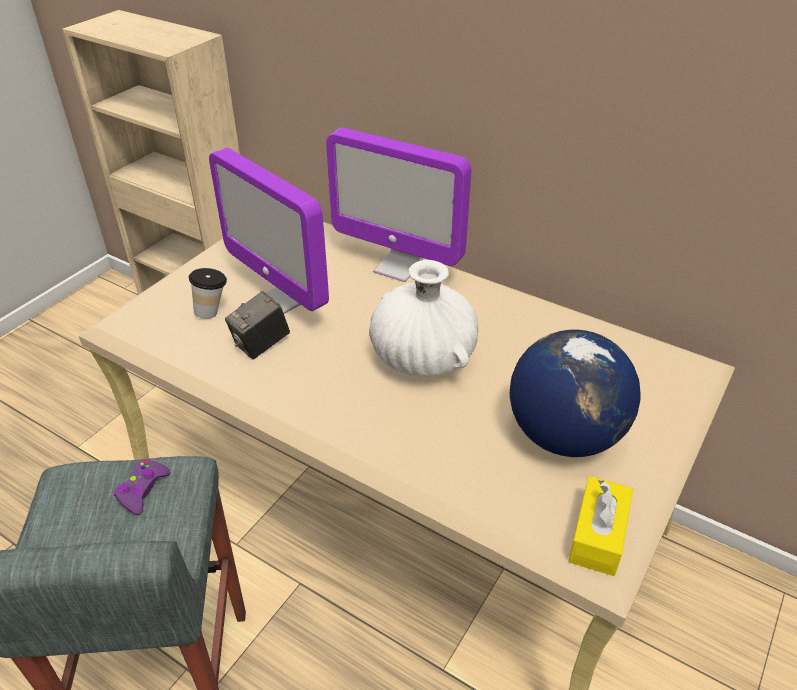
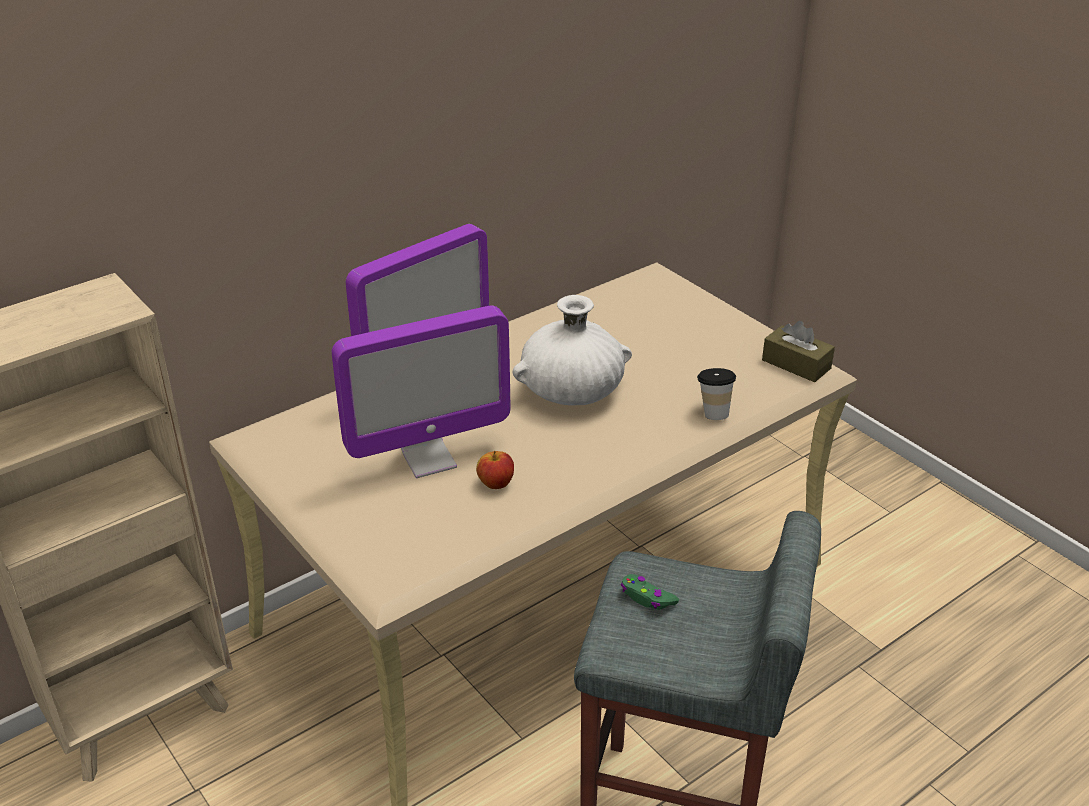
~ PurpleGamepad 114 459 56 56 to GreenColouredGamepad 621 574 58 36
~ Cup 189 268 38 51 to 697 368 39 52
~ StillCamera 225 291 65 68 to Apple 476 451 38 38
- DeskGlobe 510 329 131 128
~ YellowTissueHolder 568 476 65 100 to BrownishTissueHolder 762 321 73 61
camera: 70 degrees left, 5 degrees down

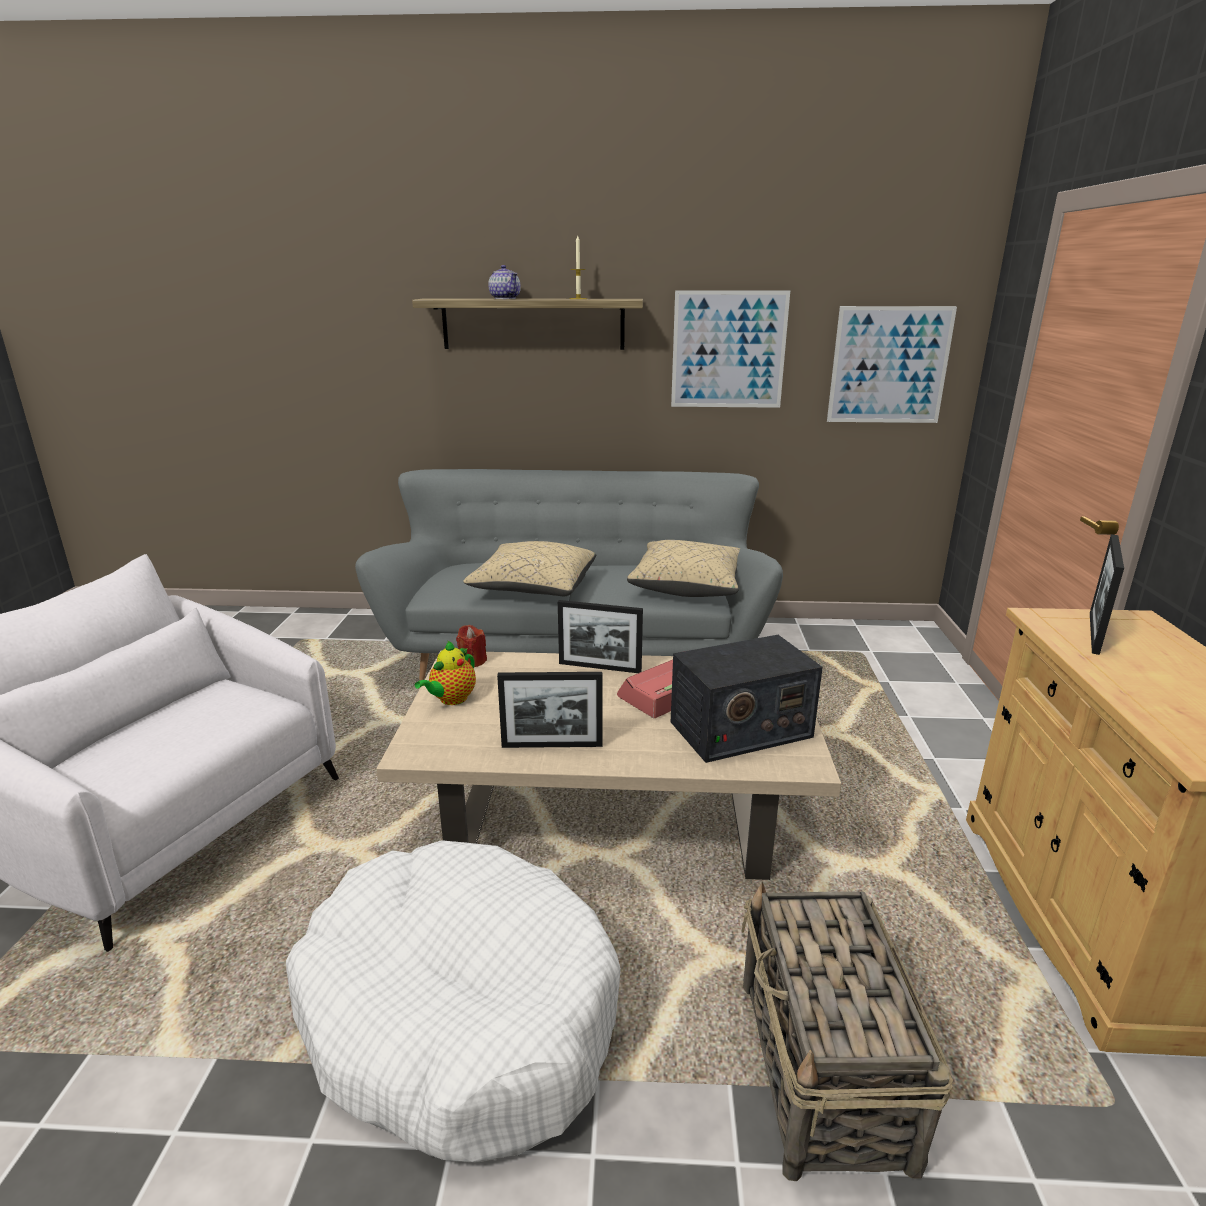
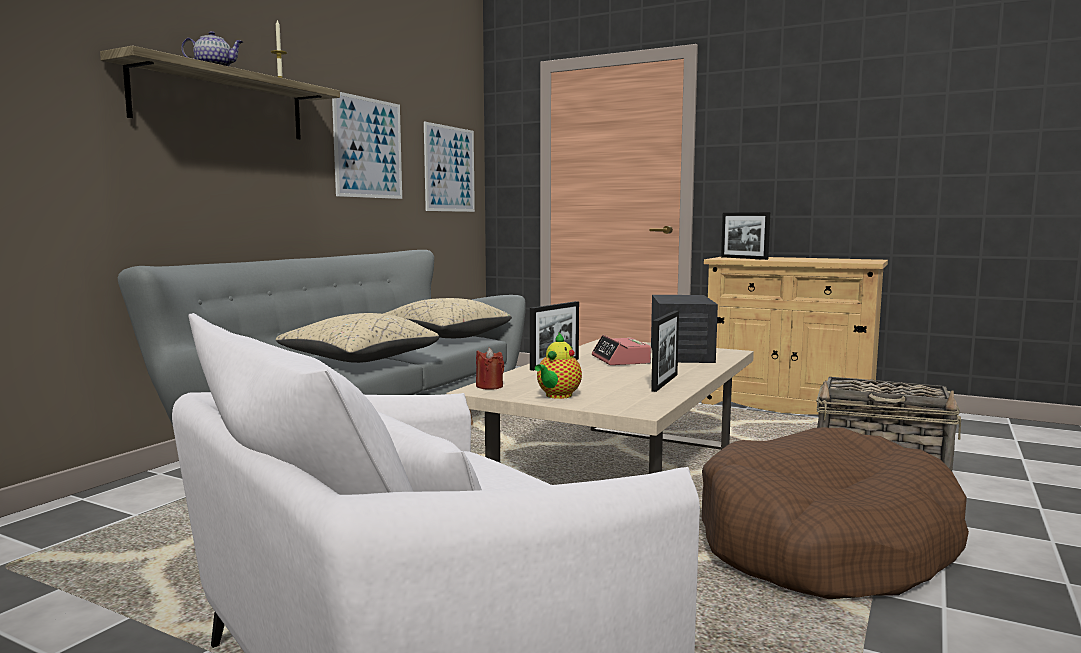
~ WhitishPetBed 286 840 335 323 to BrownishPetBed 702 427 267 172
~ TeaPot 415 641 61 64 = 535 332 47 67 60 degrees clockwise
camera: 65 degrees left, 15 degrees down

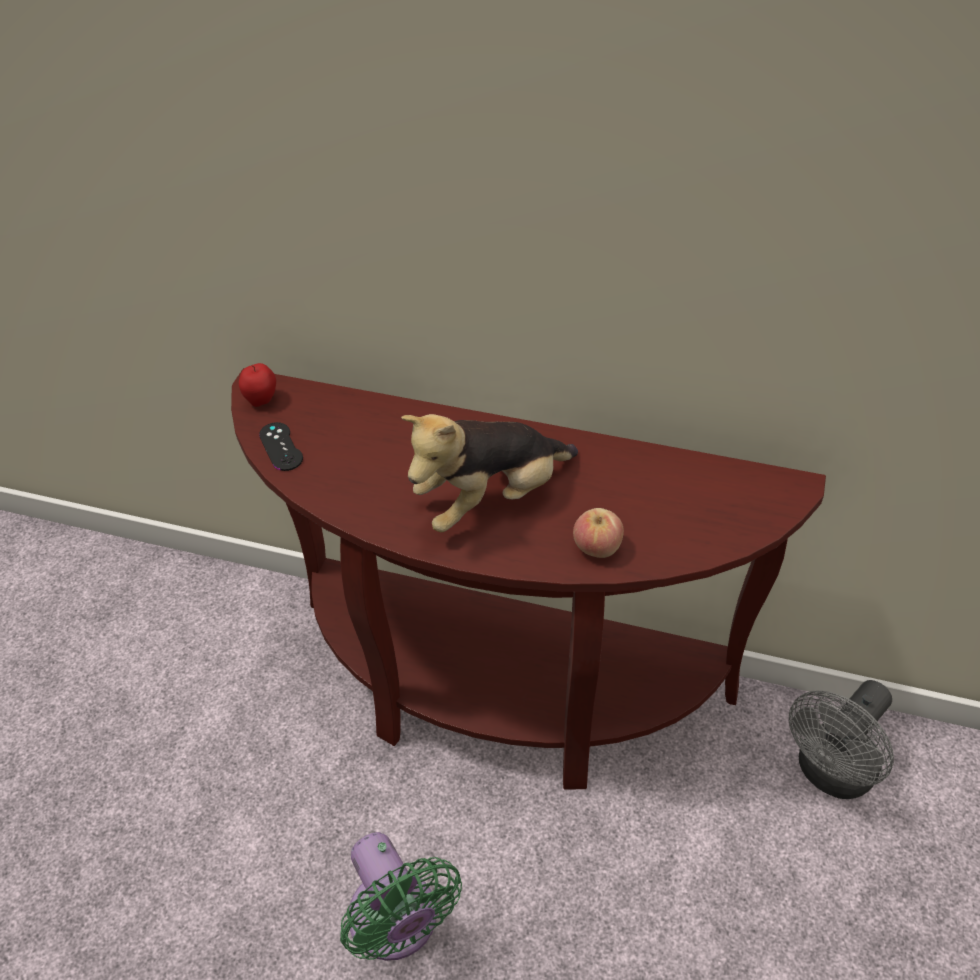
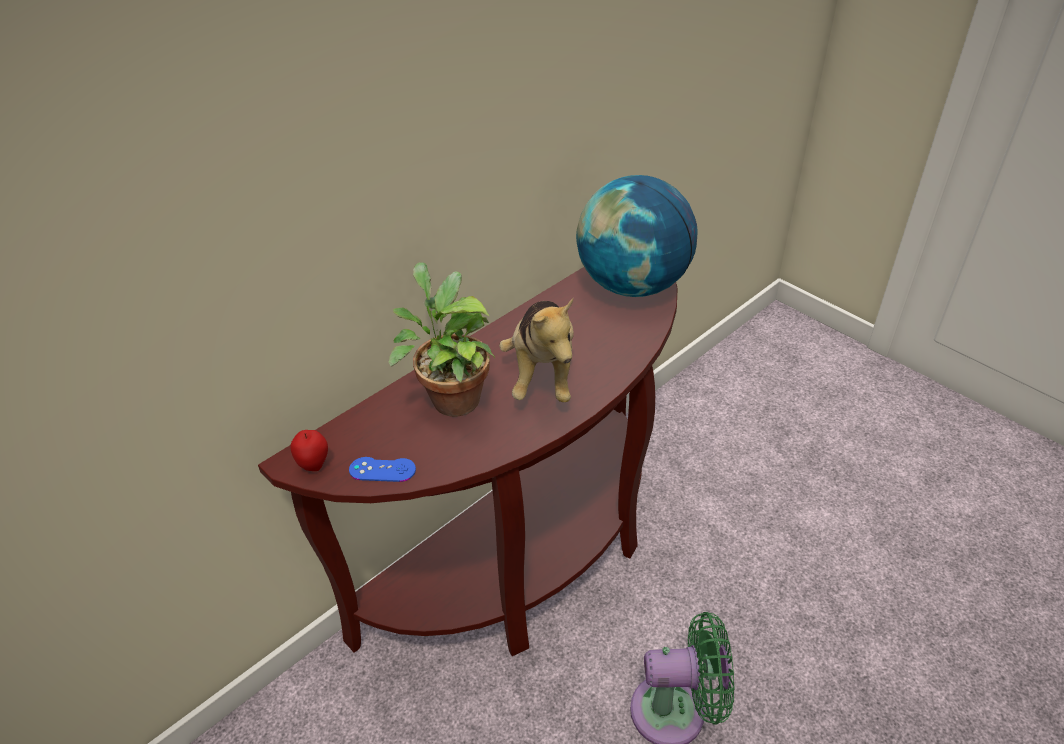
~ BlackColouredGamepad 259 422 44 49 to BluishGamepad 349 457 67 25
- Apple 573 508 51 50
- GreyishFan 789 680 105 119
+ Houseplant 388 262 107 155
+ DeskGlobe 576 175 122 122
camera: 60 degrees left, 5 degrees down

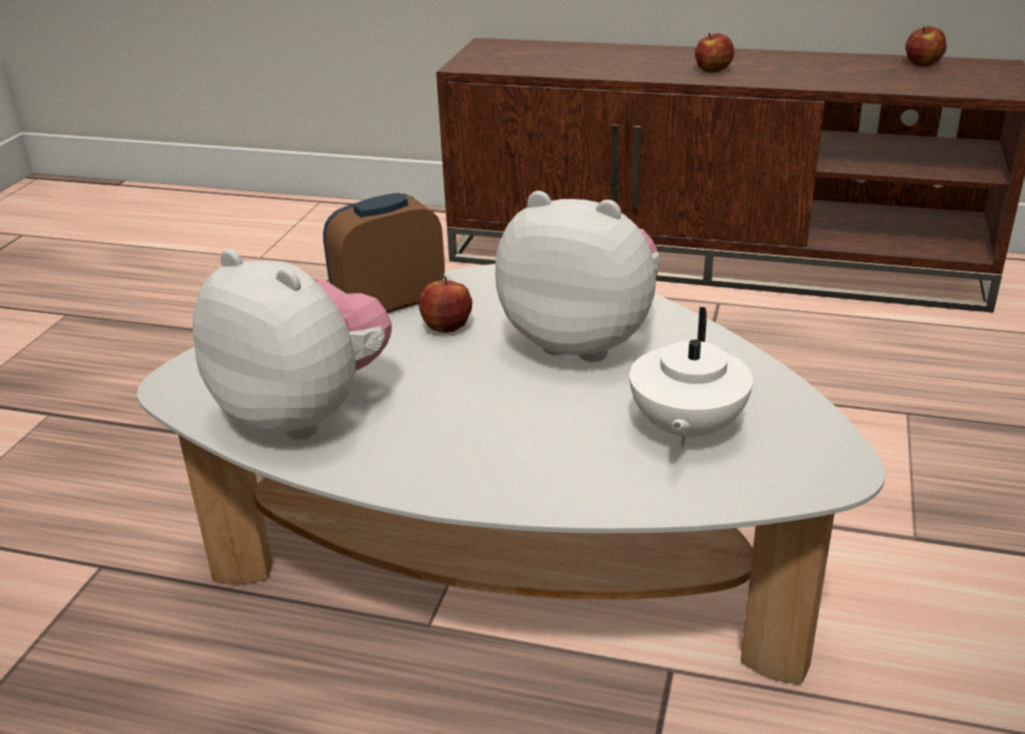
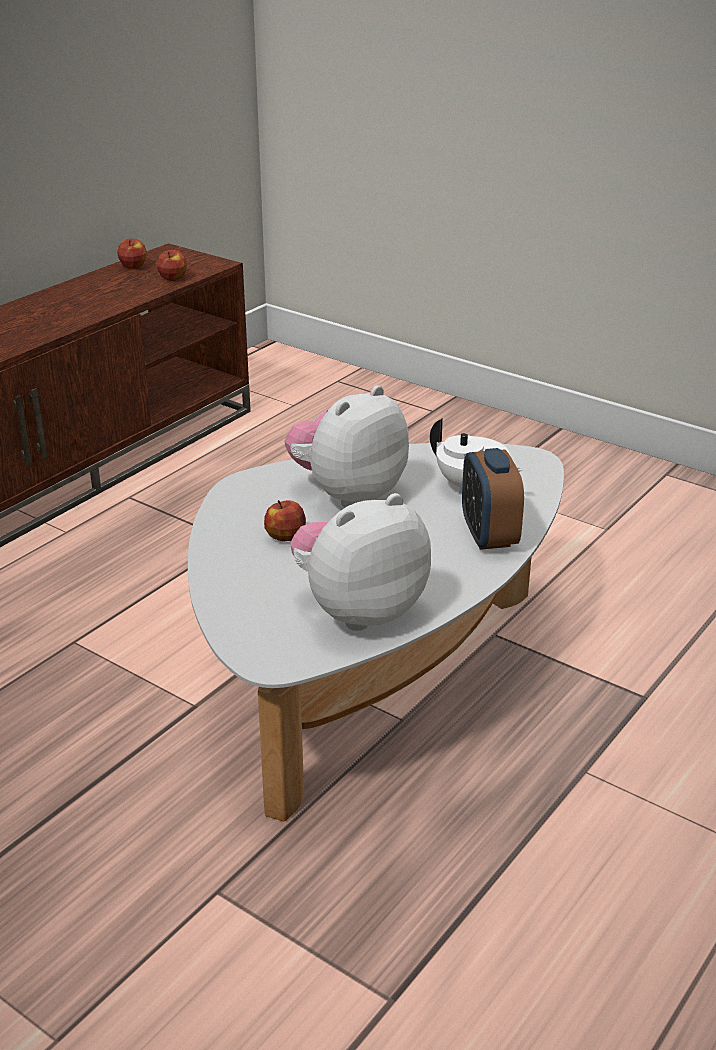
~ BedsideClock 323 193 122 120 to 462 448 62 102
~ Apple 695 33 40 39 to 157 250 30 31
camera: 70 degrees left, 0 degrees up

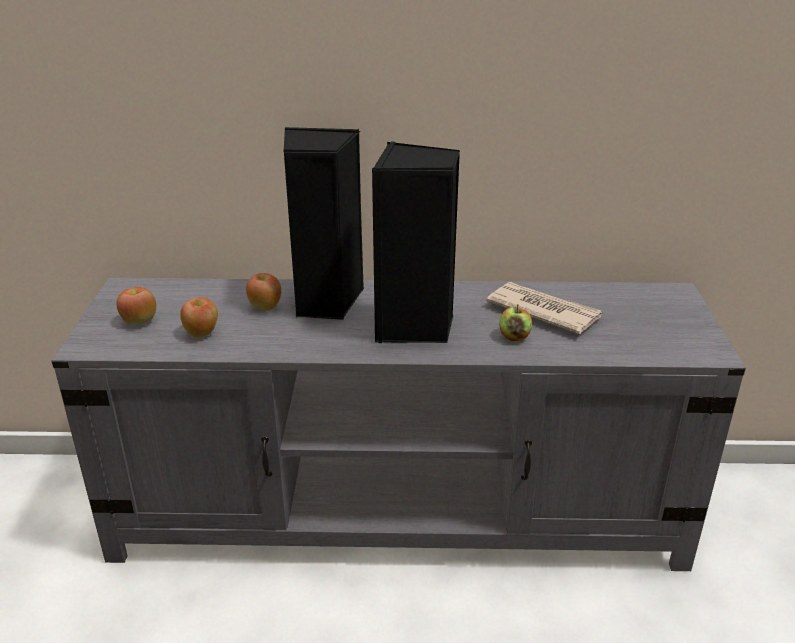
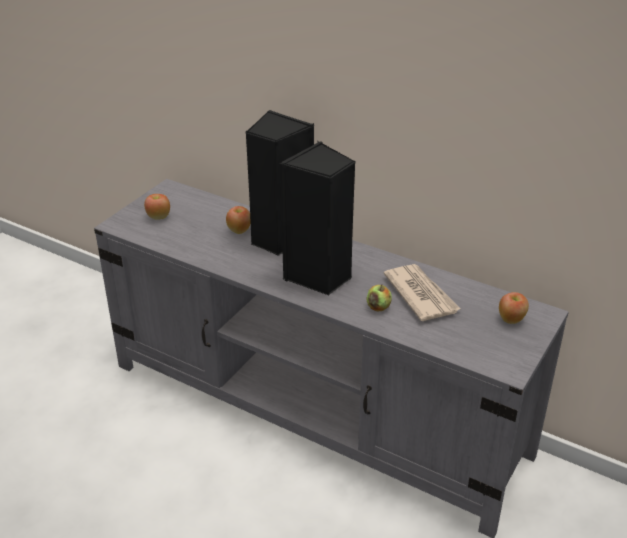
~ Apple 180 297 38 41 to 499 292 30 32
camera: 30 degrees right, 5 degrees up

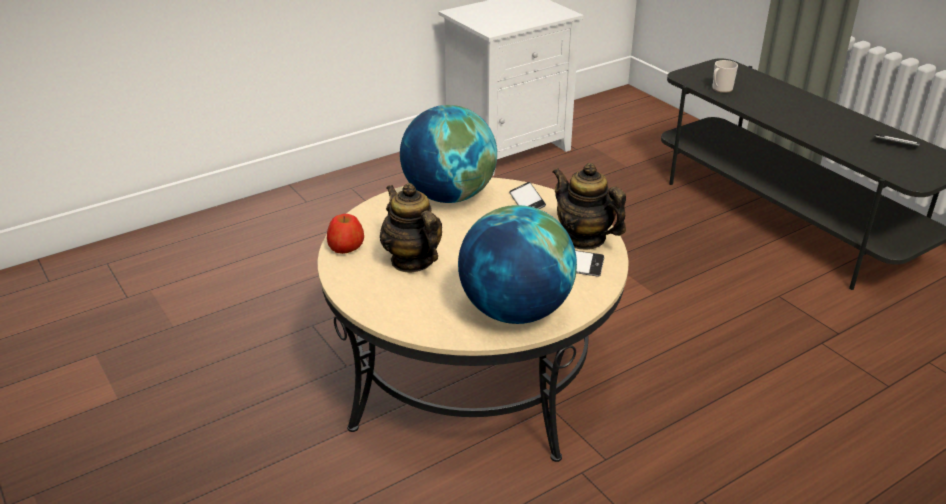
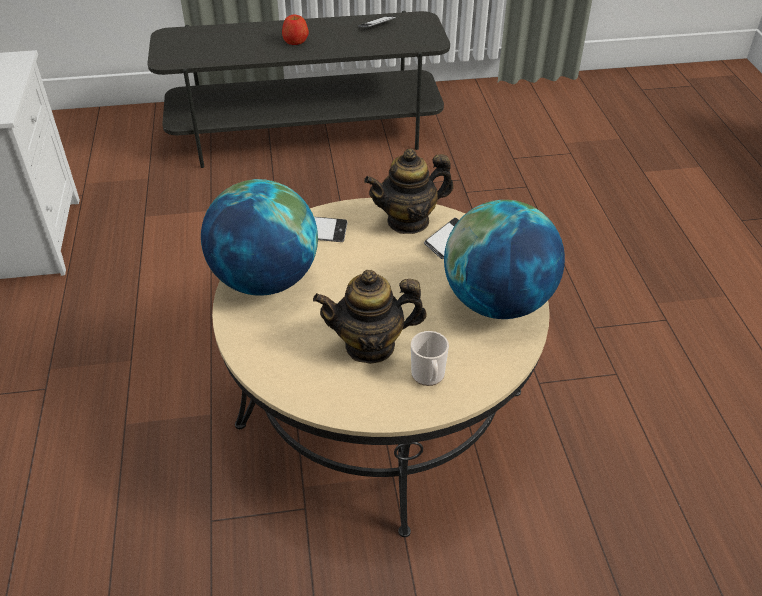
~ Apple 327 214 37 40 to 282 14 27 31
~ Mug 712 60 26 33 to 411 331 38 55
camera: 65 degrees left, 10 degrees up

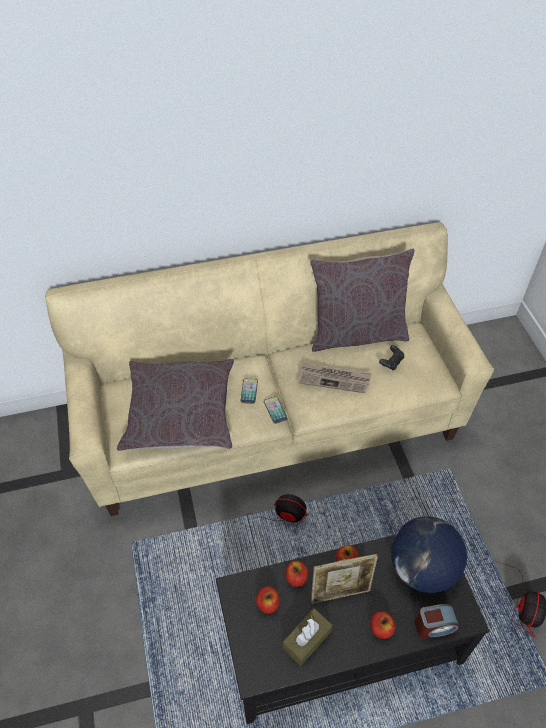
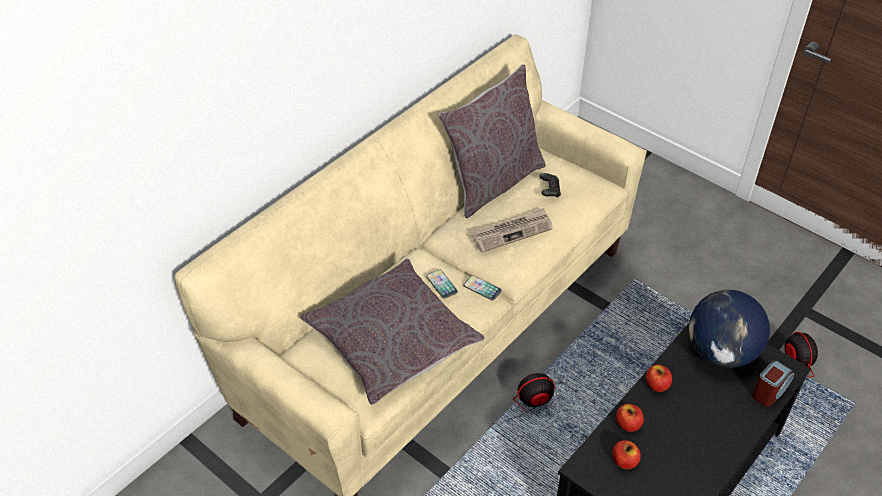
- BrownishTissueHolder 283 608 49 58
- StandingFrame 311 554 67 50
- Apple 370 611 25 28
camera: 35 degrees left, 5 degrees down

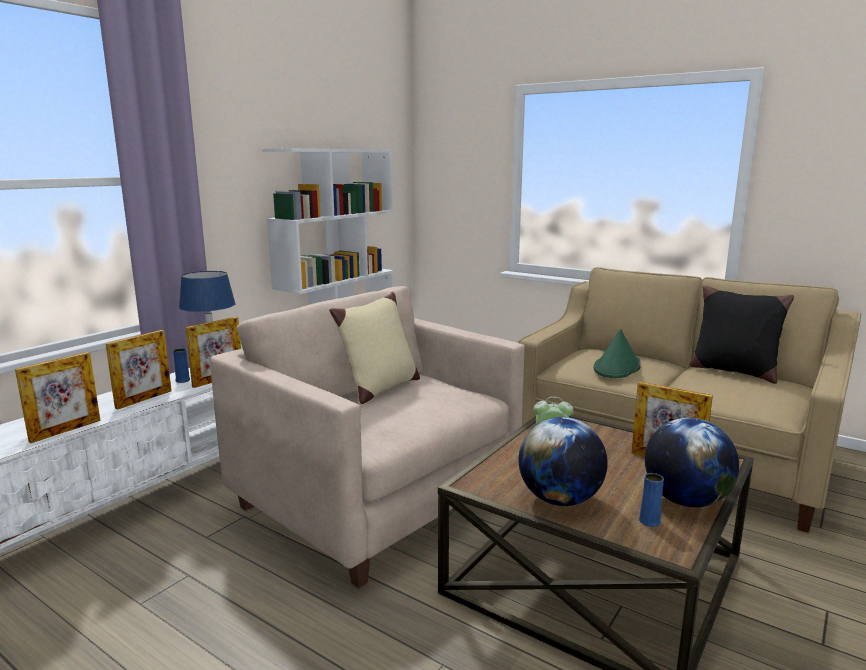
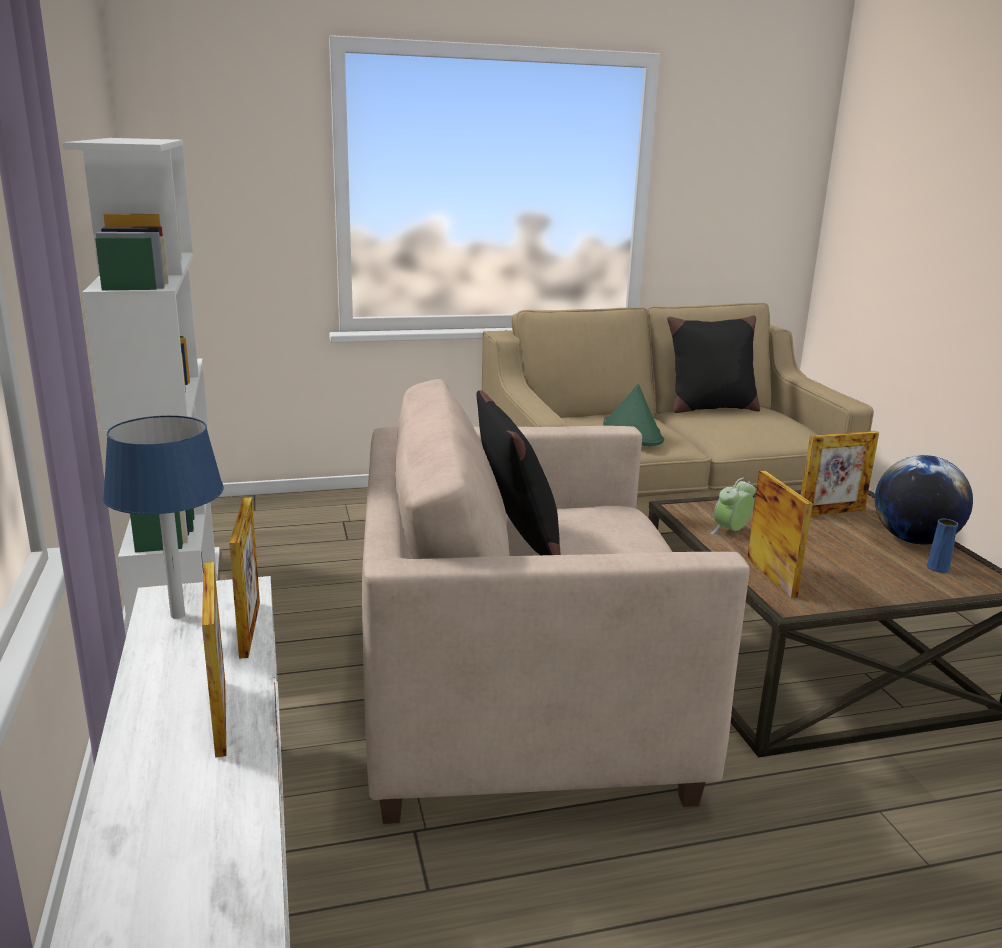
~ StandingFrame 15 352 86 91 to 747 471 66 127
- BluishVase 173 348 17 35
~ BeigeColouredCushion 329 292 91 112 to BlackColouredCushion 476 390 85 165
- DeskGlobe 518 417 90 89
camera: 50 degrees left, 5 degrees up

